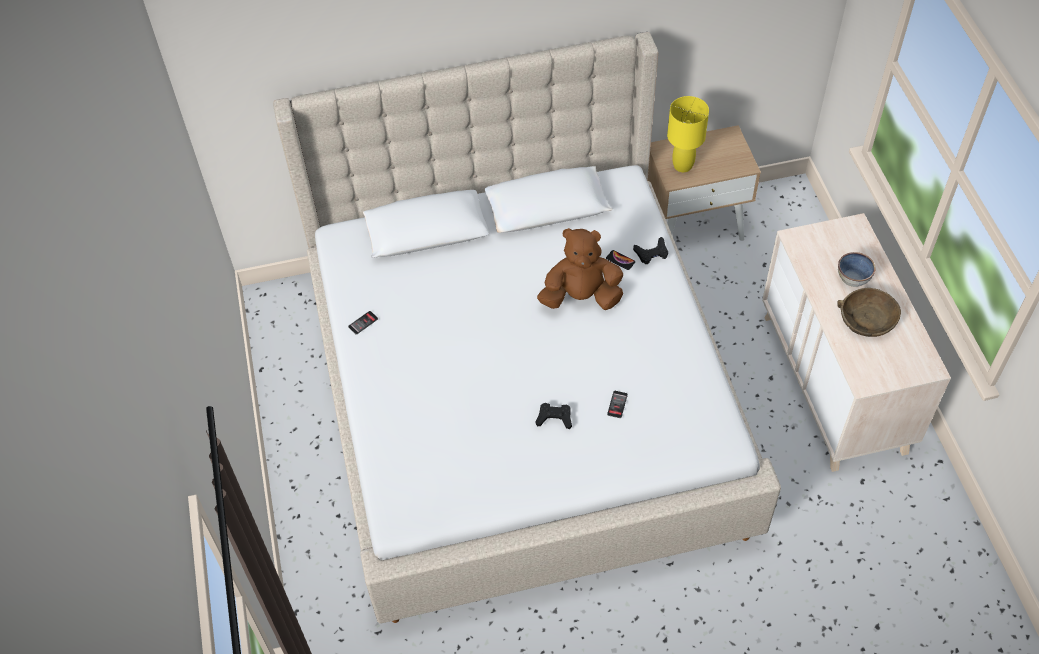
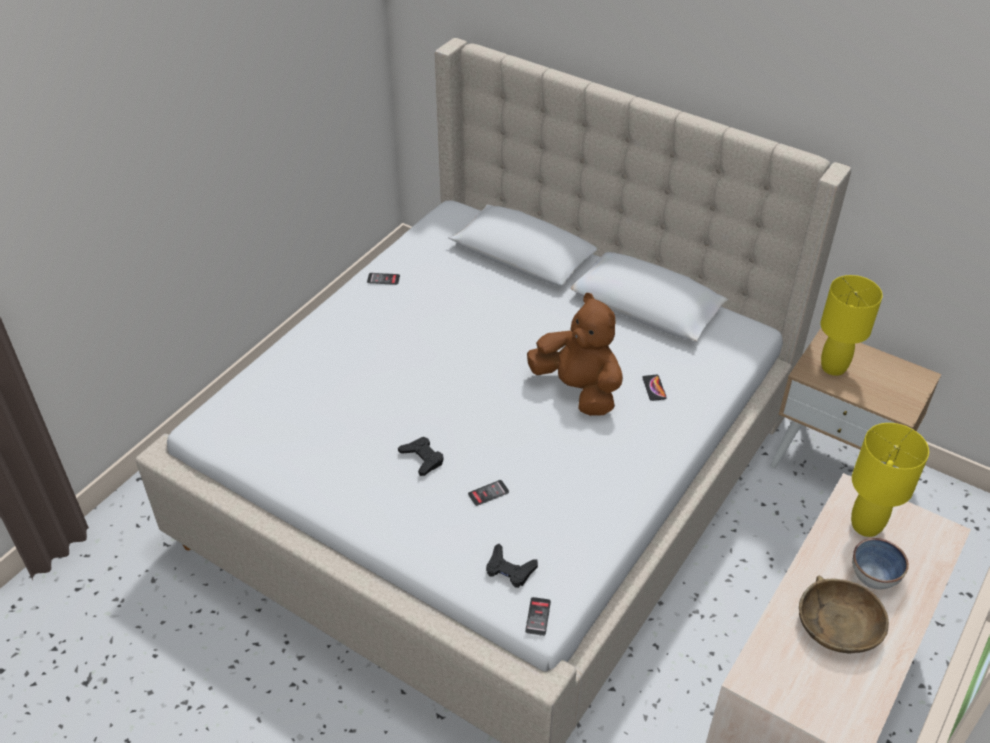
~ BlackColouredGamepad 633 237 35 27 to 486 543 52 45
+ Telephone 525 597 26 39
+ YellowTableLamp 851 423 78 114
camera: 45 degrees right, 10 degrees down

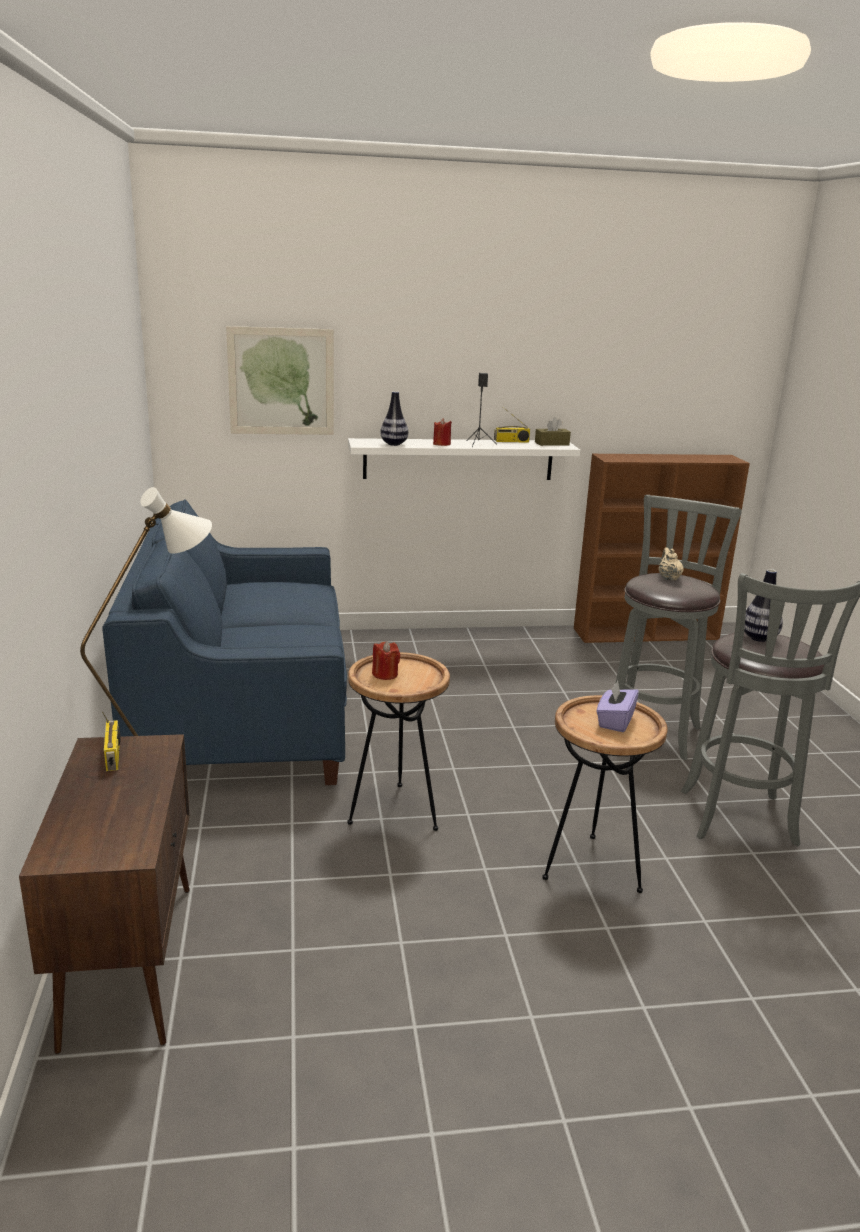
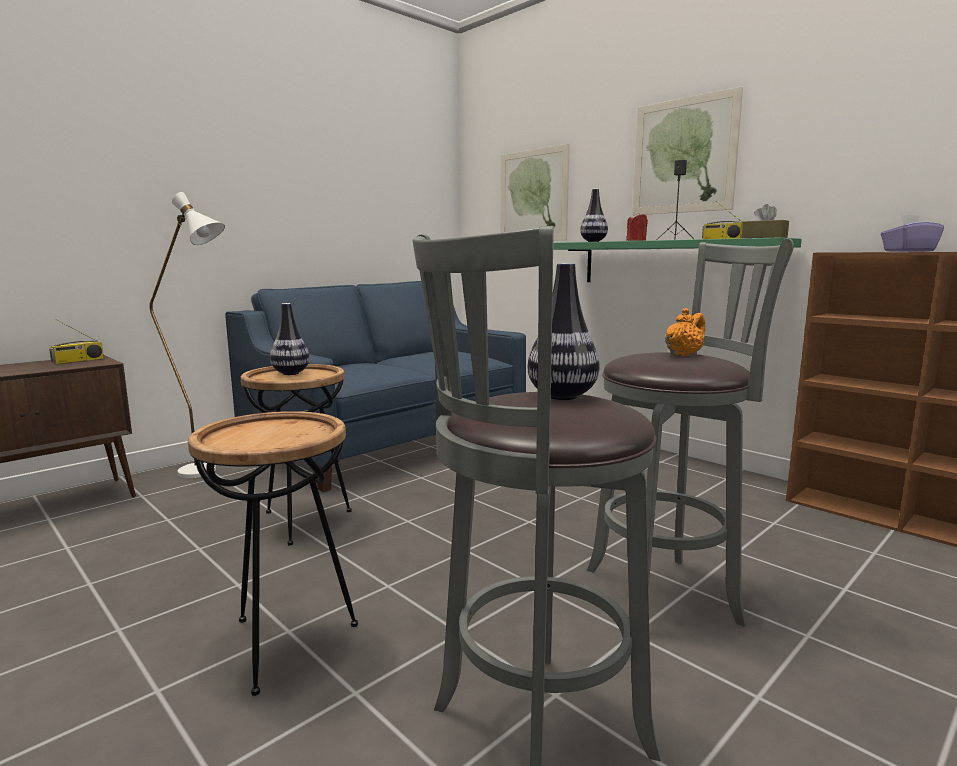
~ WhitishBracketShelf 348 438 232 42 to GreenColouredBracketShelf 553 237 249 45
~ RedColouredCandle 372 641 28 39 to Vase 270 303 40 72
~ PurpleTissueHolder 596 680 43 52 to 881 214 63 38
~ BeigeColouredTeaPot 659 547 25 33 to OrangeTeaPot 665 308 40 48
+ Picture 632 87 111 128
camera: 55 degrees right, 10 degrees down

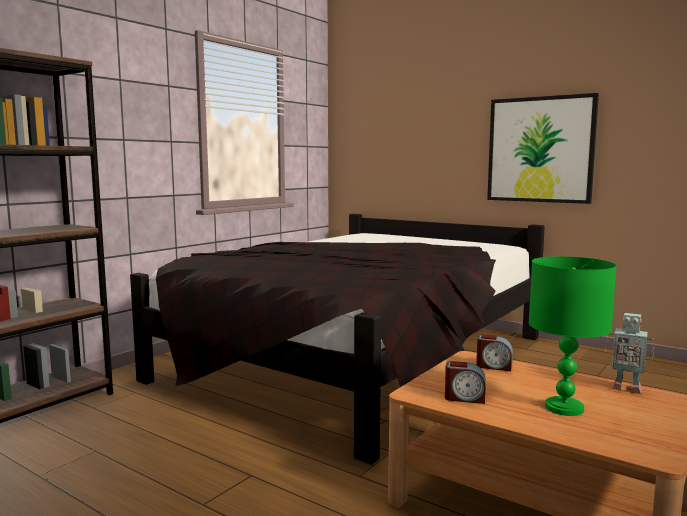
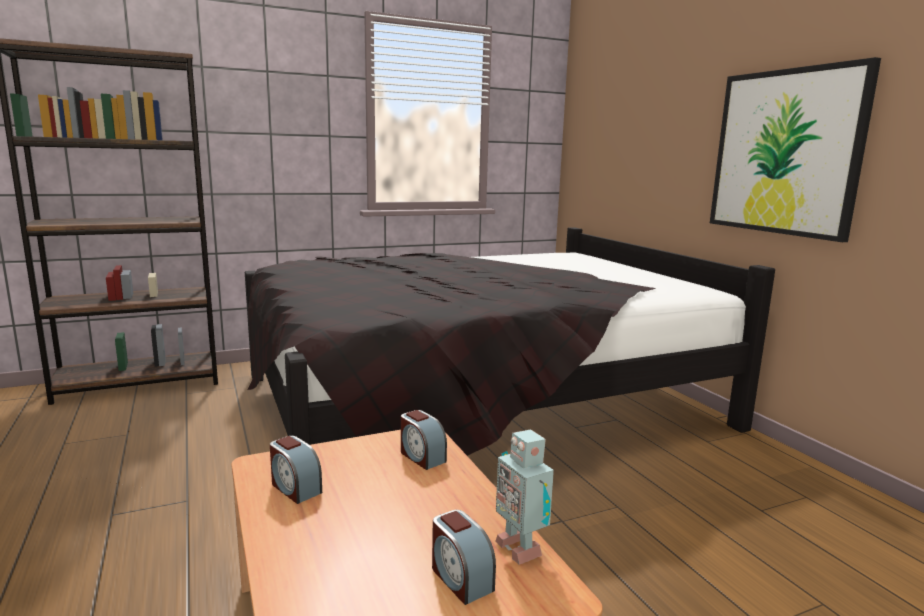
- GreenColouredTableLamp 528 256 89 160
+ BedsideClock 432 510 64 95
camera: 30 degrees right, 5 degrees up

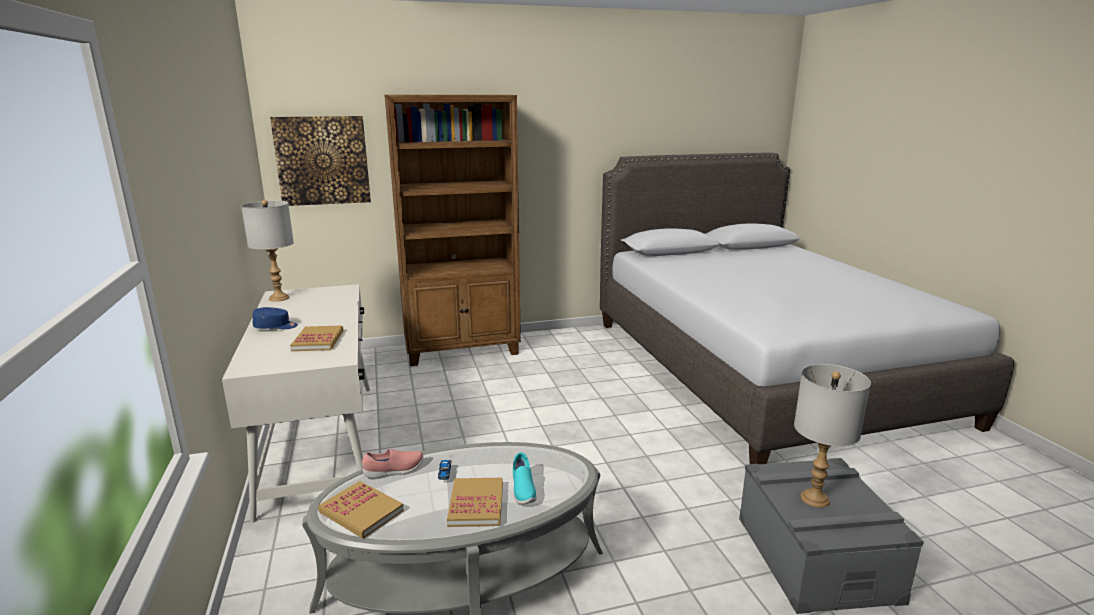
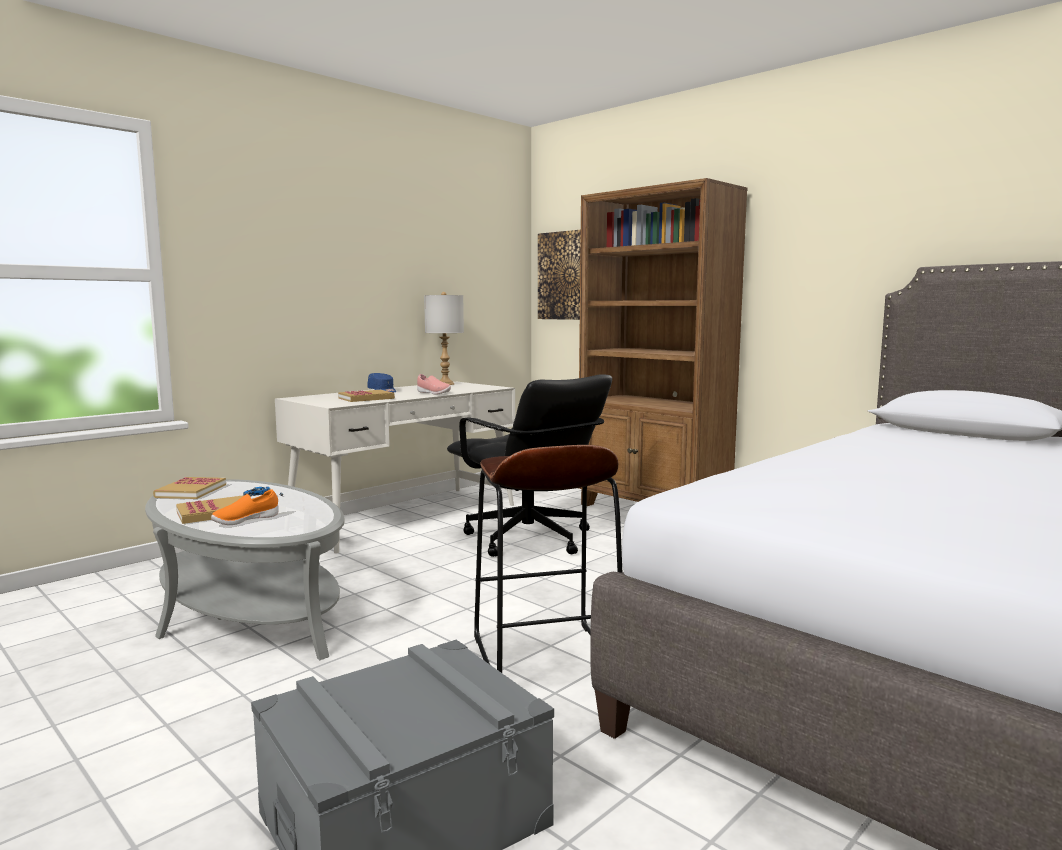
~ PinkColouredItemOfFootwear 362 449 62 29 to 417 374 34 20
~ BlueGreenItemOfFootwear 513 452 24 53 to OrangeItemOfFootwear 211 489 68 36
- GreyishTableLamp 794 364 77 144
+ BlackColouredComputerChair 447 374 165 183
+ BrownishSittingStool 474 445 149 228
camera: 60 degrees right, 10 degrees down

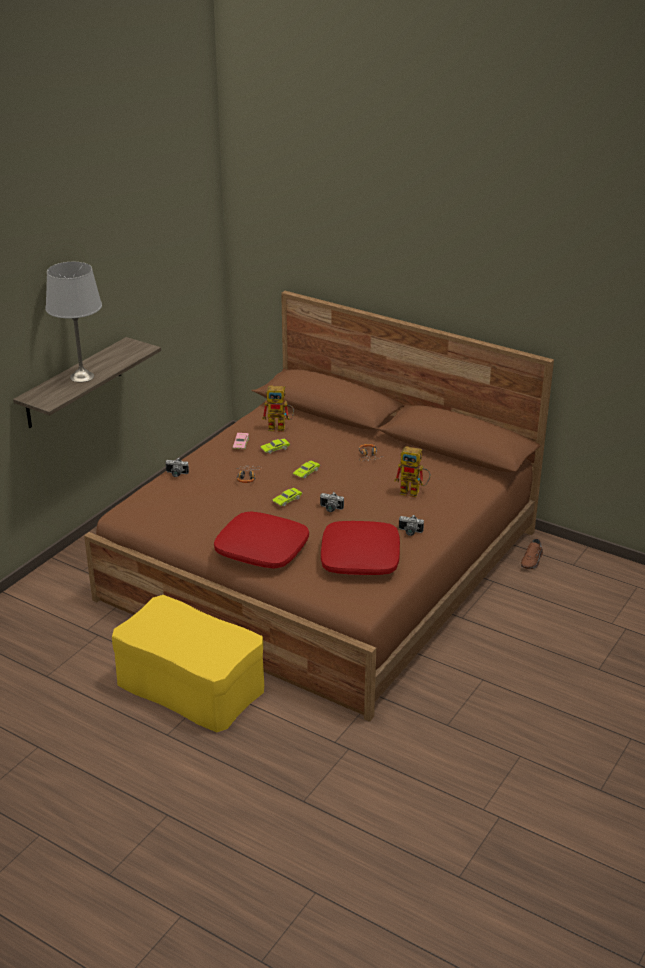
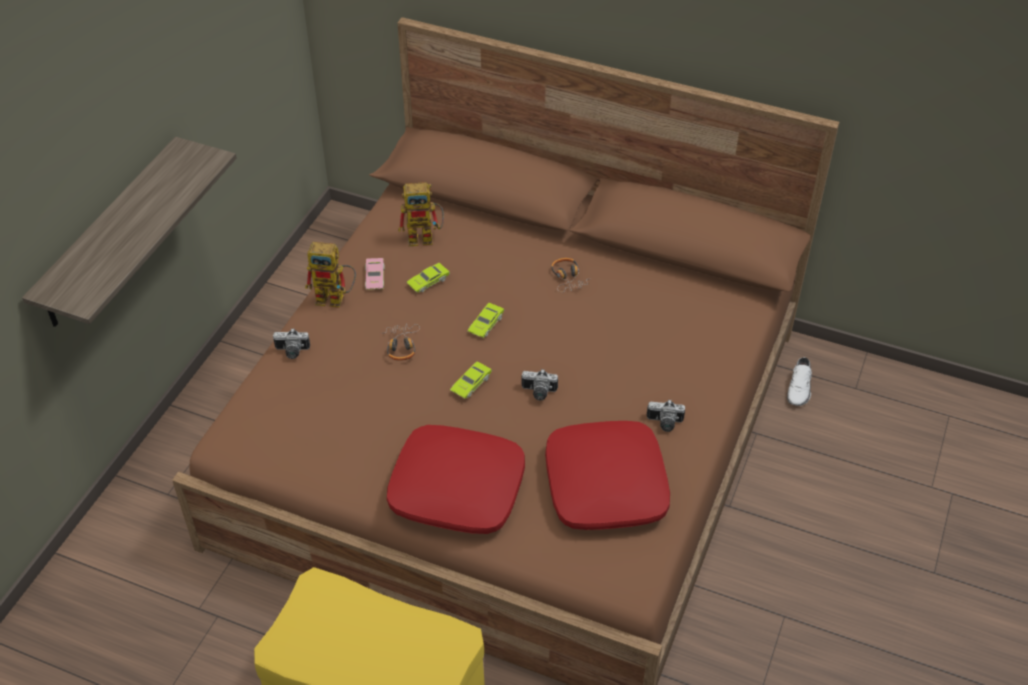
- GreyishTableLamp 46 262 56 120
~ ModelRobot 394 446 37 51 to 305 242 51 66
~ BrownishItemOfFootwear 521 539 22 30 to WhitishItemOfFootwear 787 357 25 49
camera: 10 degrees left, 15 degrees up

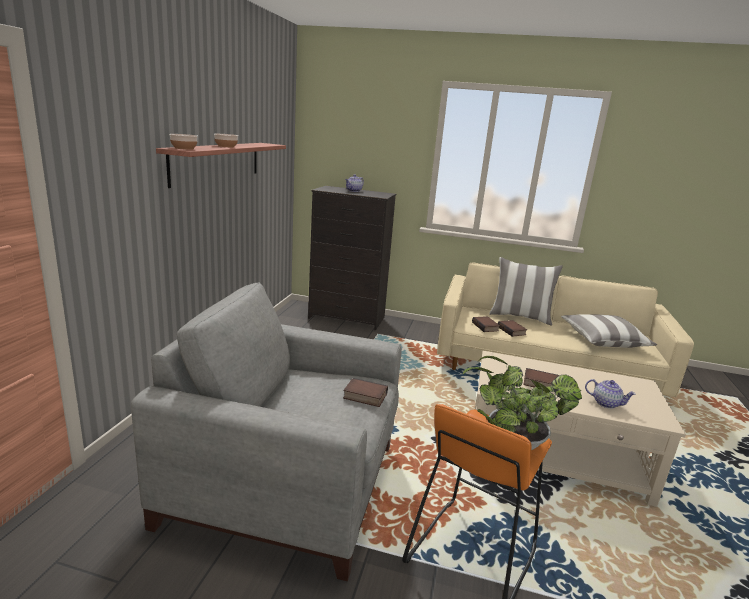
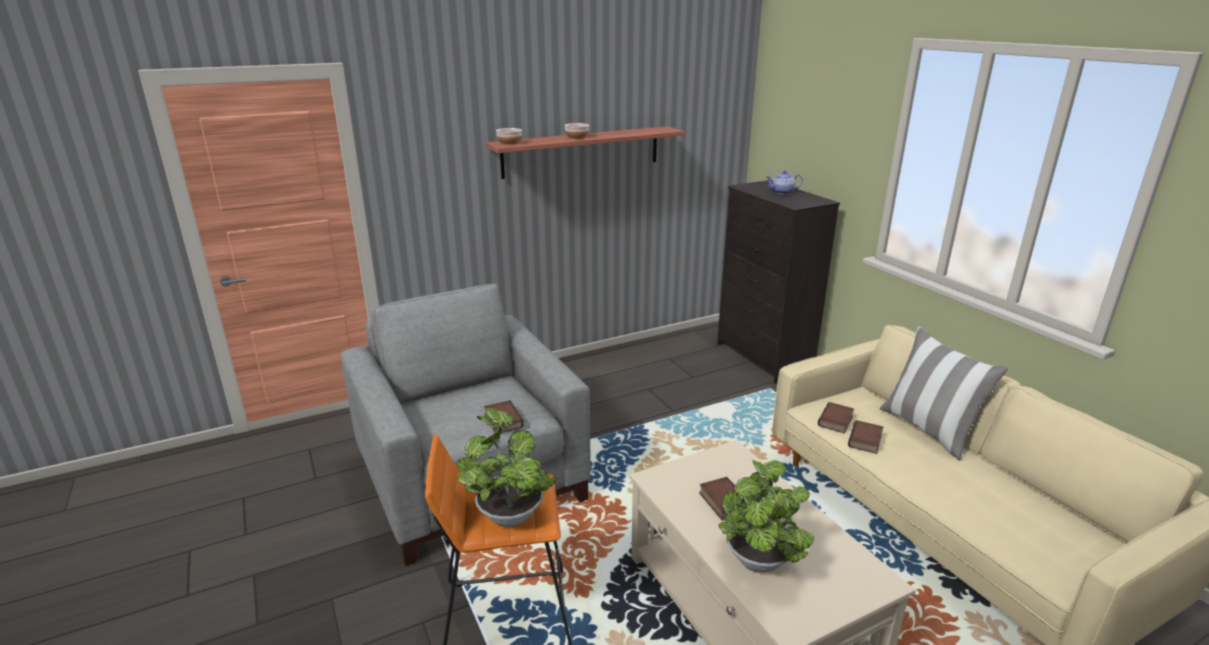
- Cushion 561 314 96 34
~ TeaPot 585 379 51 30 to Houseplant 719 460 95 113
camera: 50 degrees right, 5 degrees up

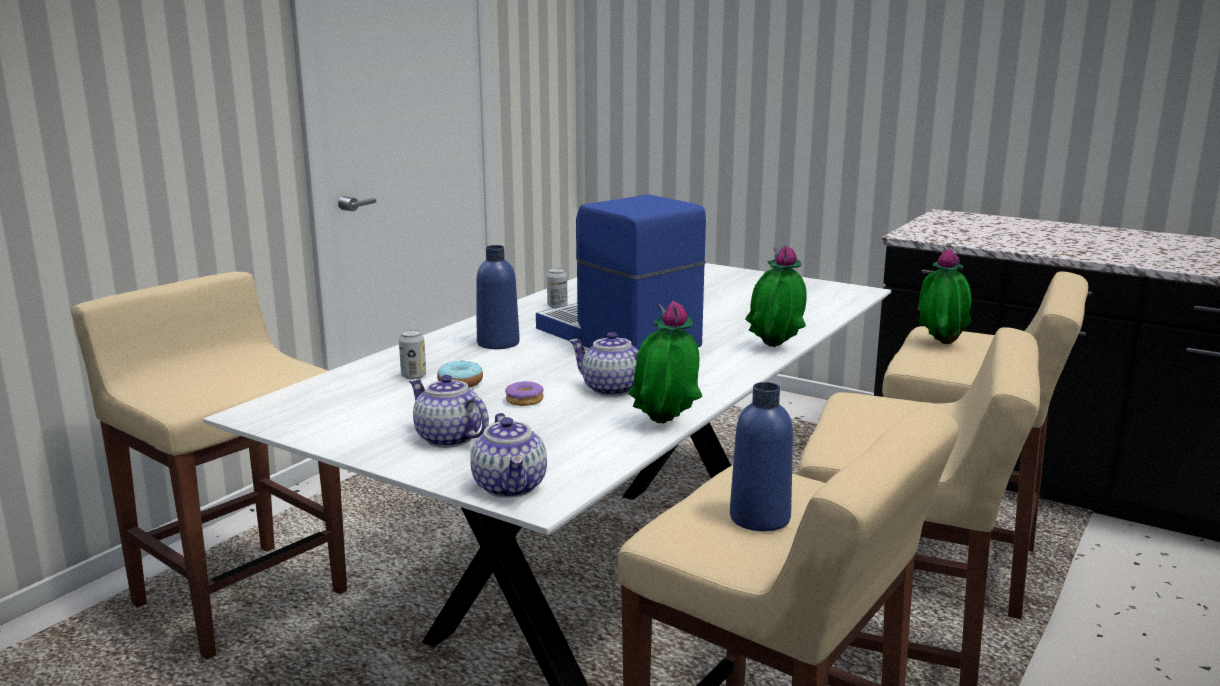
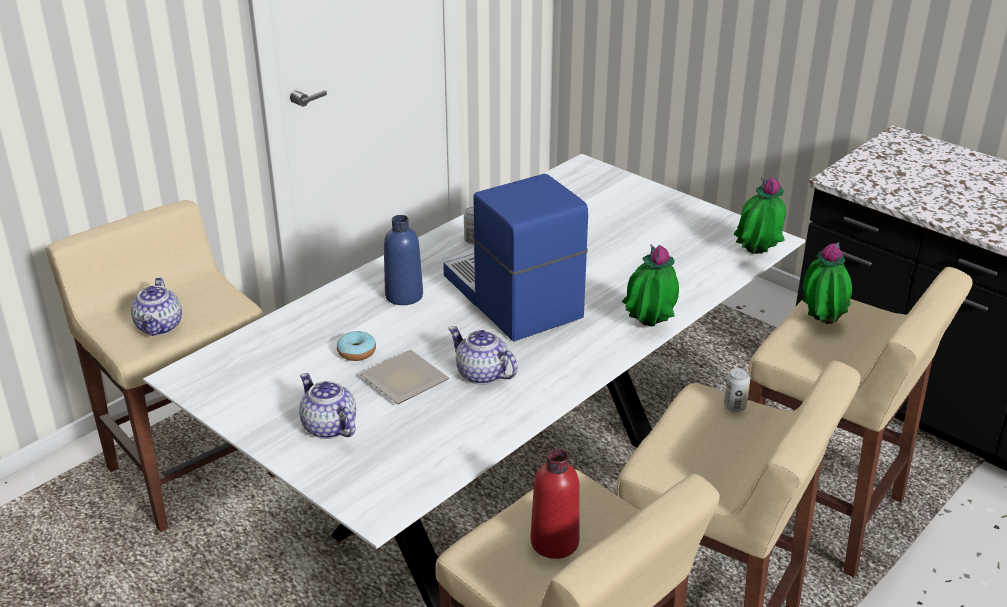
~ Can 399 330 27 50 to 724 368 26 44
~ TeaPot 470 413 77 85 to 131 277 51 59
~ RingDoughnut 505 381 39 25 to FlatDish 360 350 89 54
~ Houseplant 628 301 75 122 to 734 177 52 77
~ BluishBeverageBottle 730 382 63 149 to RedColouredBeverageBottle 530 449 50 110
camera: 10 degrees right, 15 degrees up

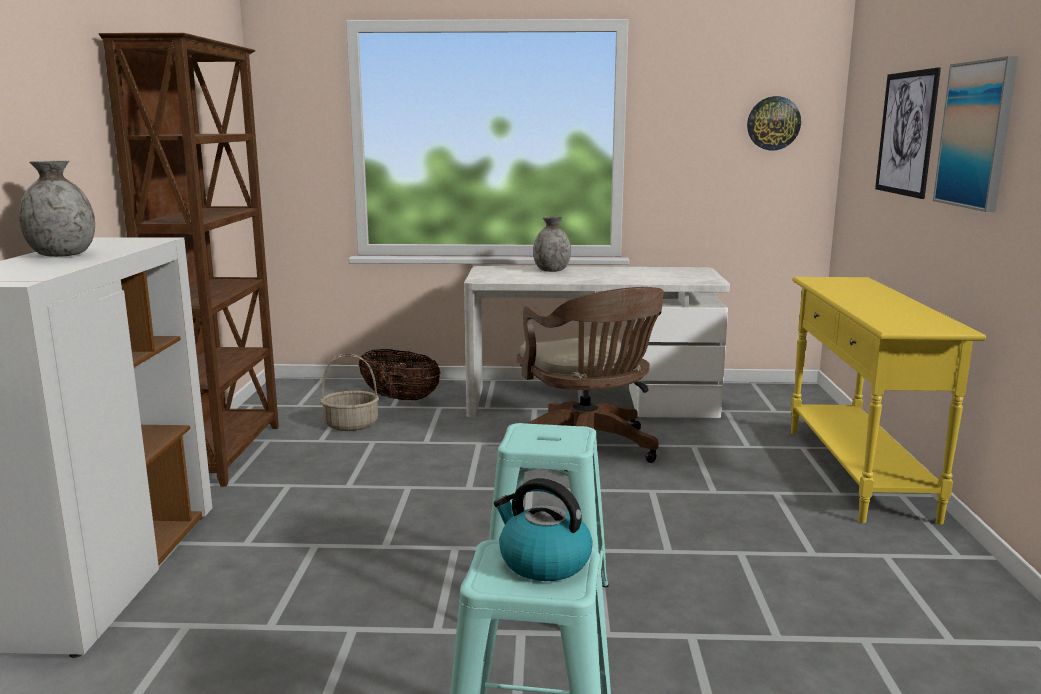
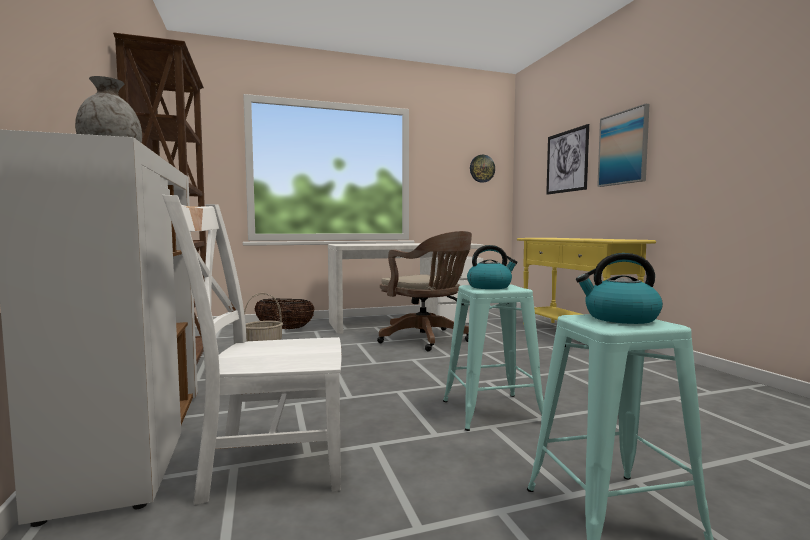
- GreyishVase 533 217 38 55
+ WhitishUprightChair 162 195 179 310
+ Kettle 467 245 51 44
camera: 20 degrees left, 10 degrees down

